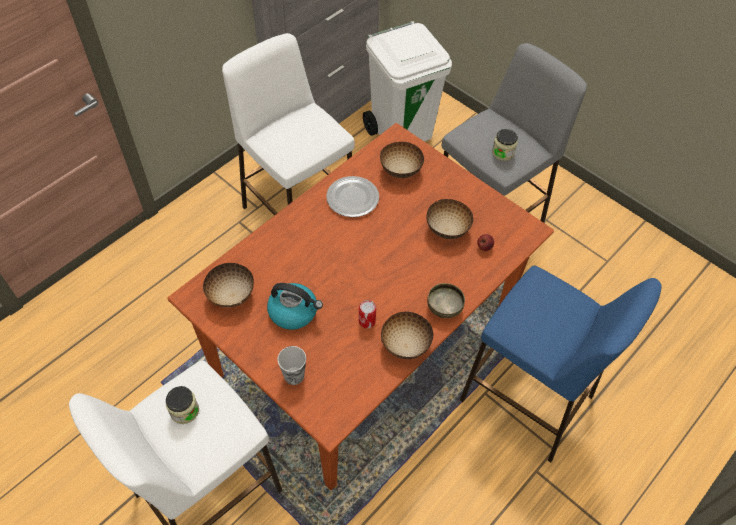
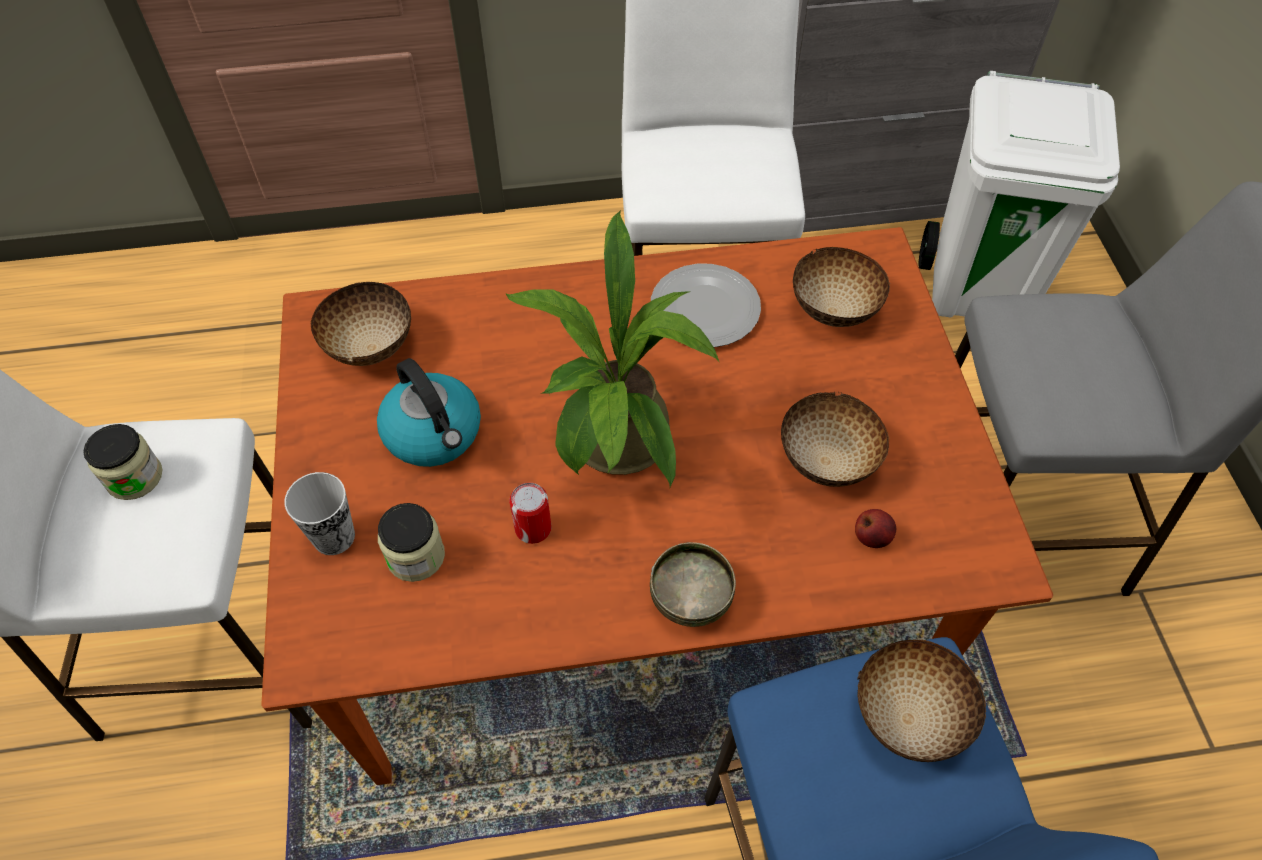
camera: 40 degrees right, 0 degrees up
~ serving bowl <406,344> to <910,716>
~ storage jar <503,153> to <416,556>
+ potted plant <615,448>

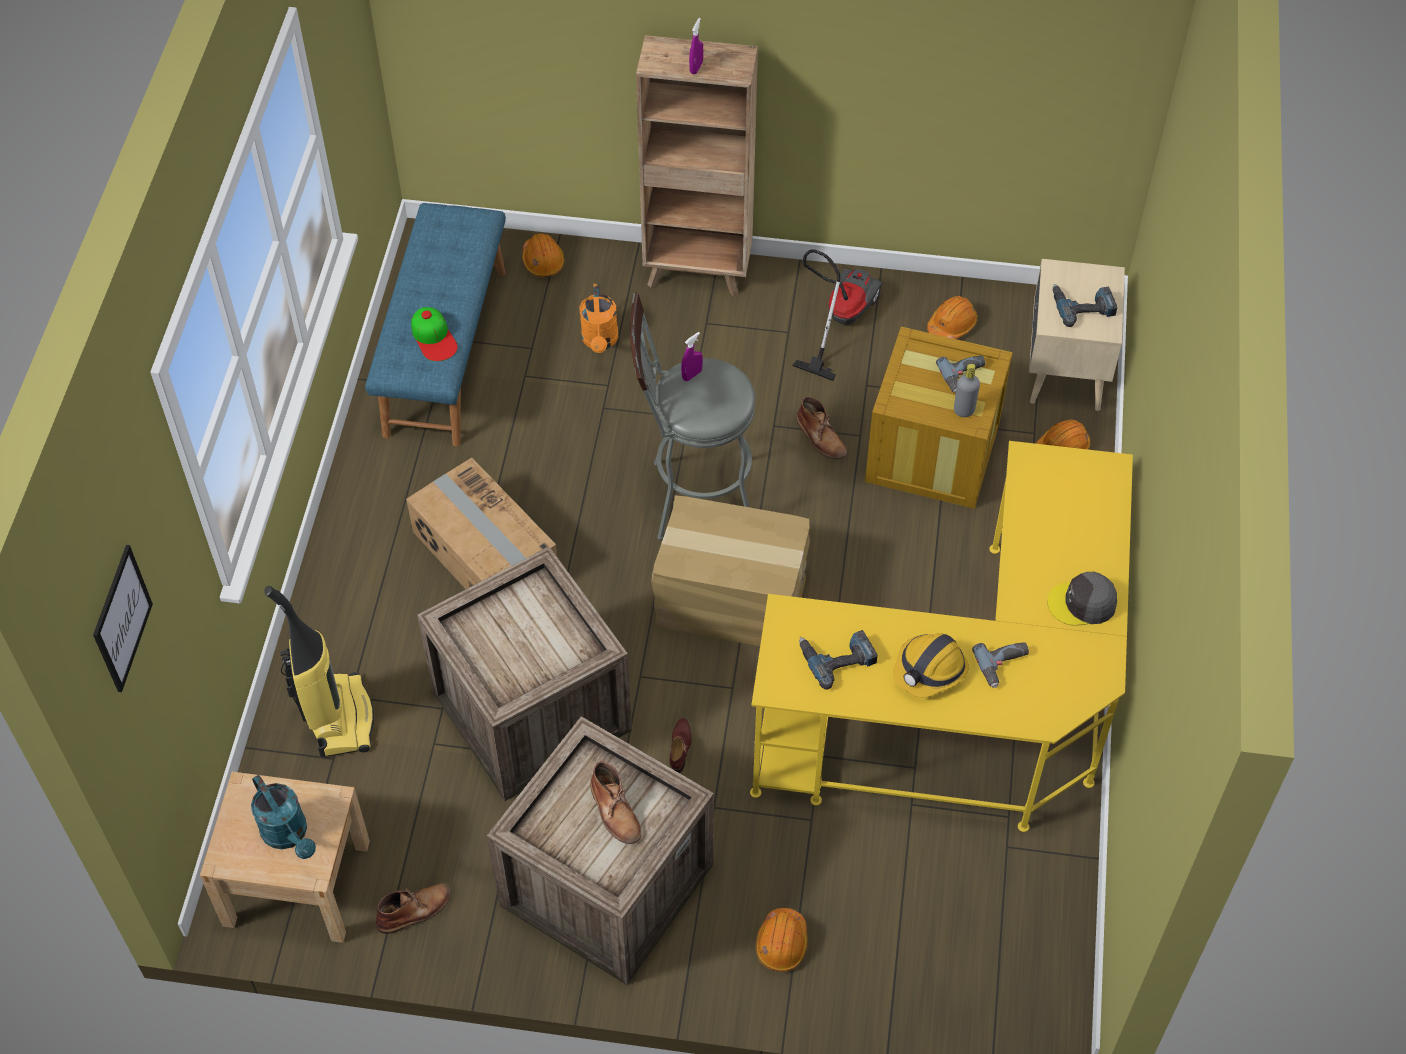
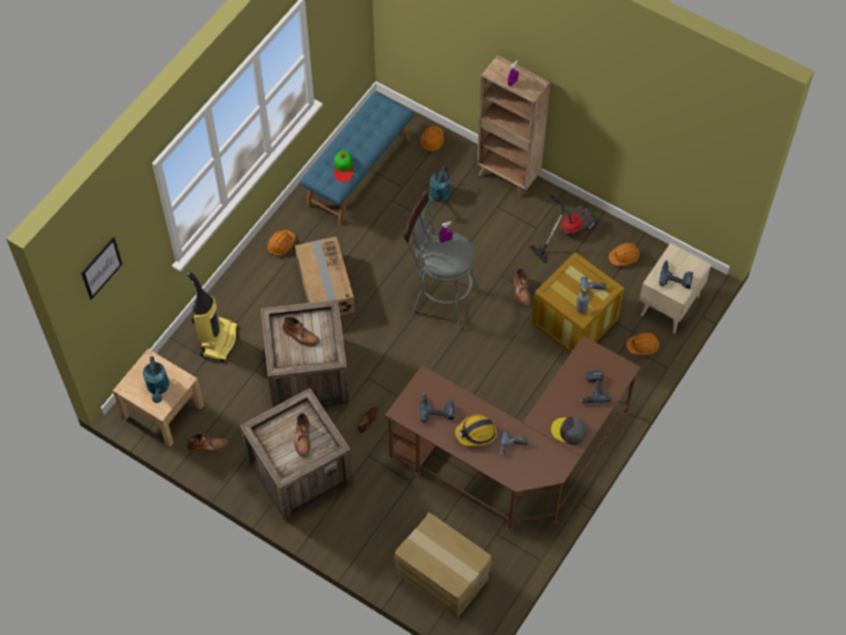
camera: 25 degrees right, 5 degrees up
~ orangey sprinkling can <600,341> to turquoise sprinkling can <438,196>
~ cardboard box <730,600> to <441,575>
~ yellow desk unit <967,709> to brown-coloured desk unit <516,459>
~ orangey work helmet <781,943> to <281,245>
+ brown-coloured high-top boot <301,336>
+ power drill <592,389>

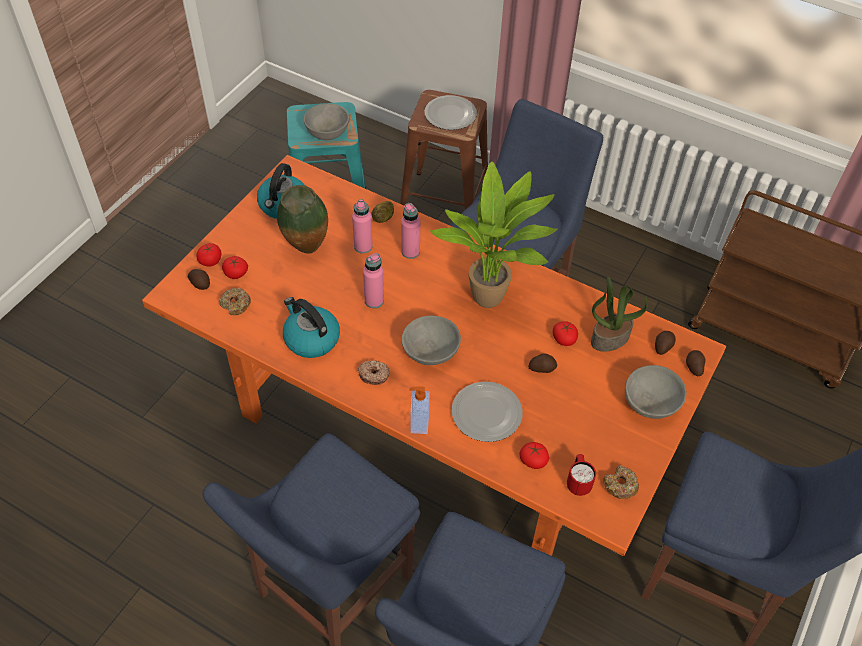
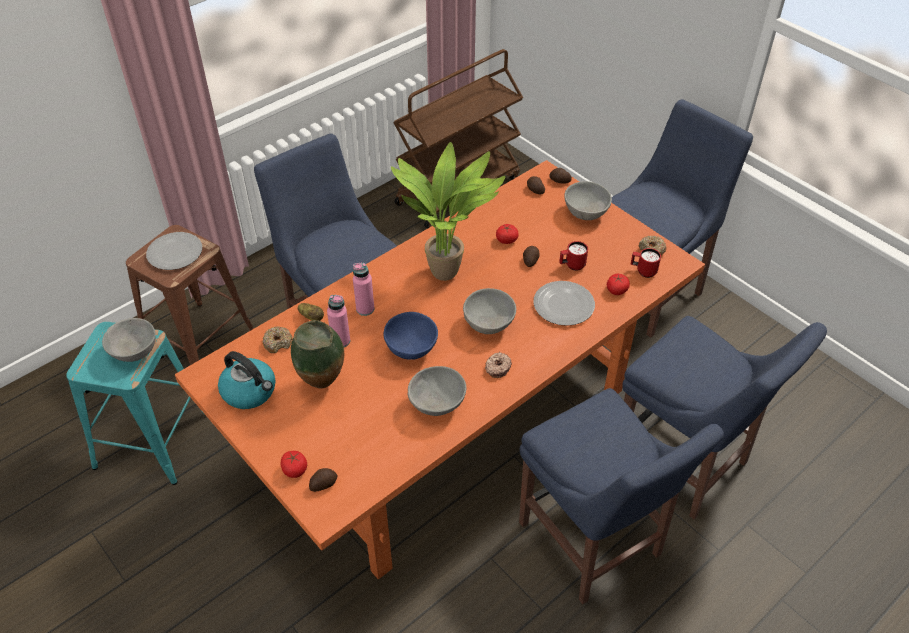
camera: 70 degrees left, 5 degrees down
~ ring doughnut <236,305> to <278,343>
- whole tomato <236,273>
~ tea kettle <311,339> to gray serving bowl <437,405>
~ pinkish beverage bottle <374,301> to blue serving bowl <412,348>
- liquid soap bottle <418,423>
- potted plant <610,338>
+ red mug <572,265>

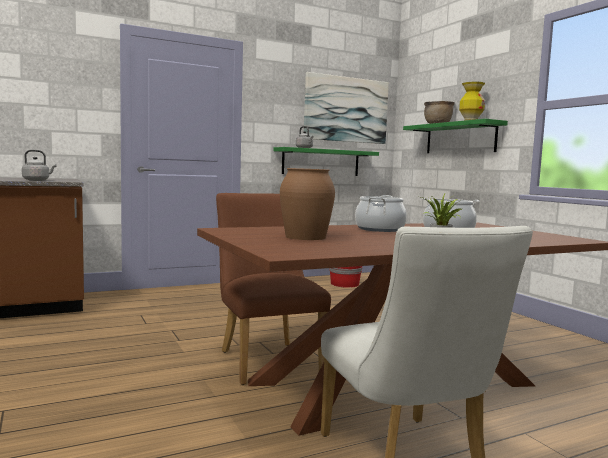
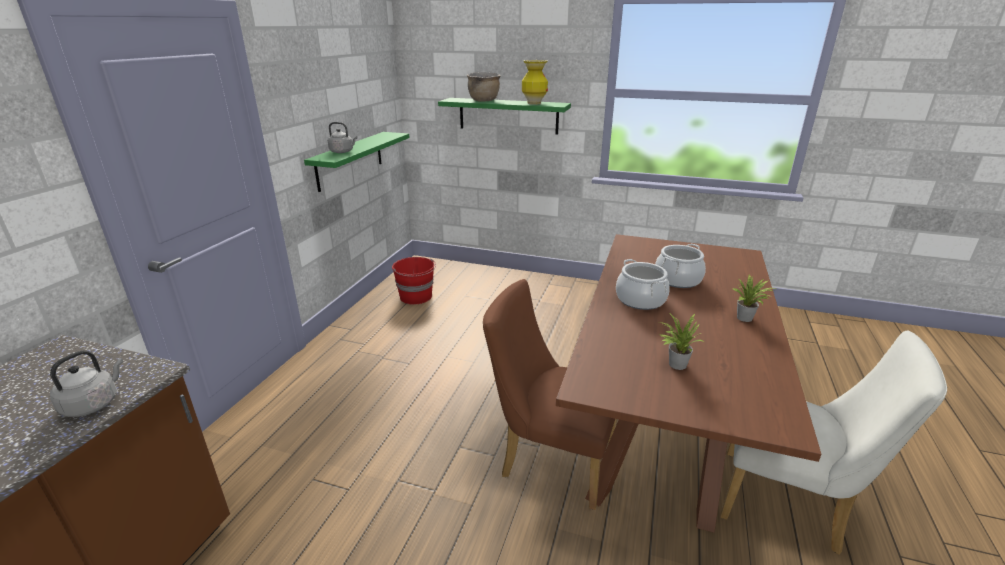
camera: 45 degrees left, 20 degrees up
~ brown-coloured vase <305,237> to potted plant <675,364>
- picture <346,109>

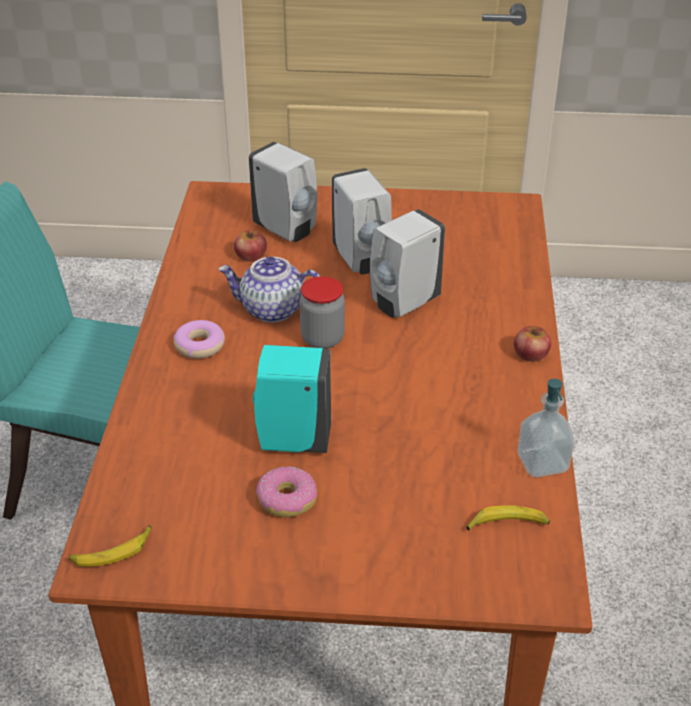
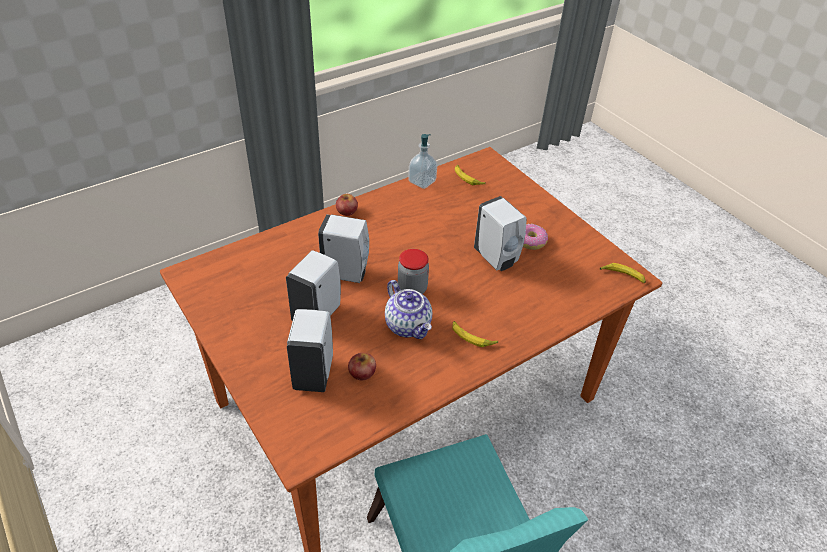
camera: 130 degrees left, 5 degrees up
~ ring doughnut <199,345> to banana <472,337>
~ turquoise liquid soap bottle <292,440> to white liquid soap bottle <497,259>

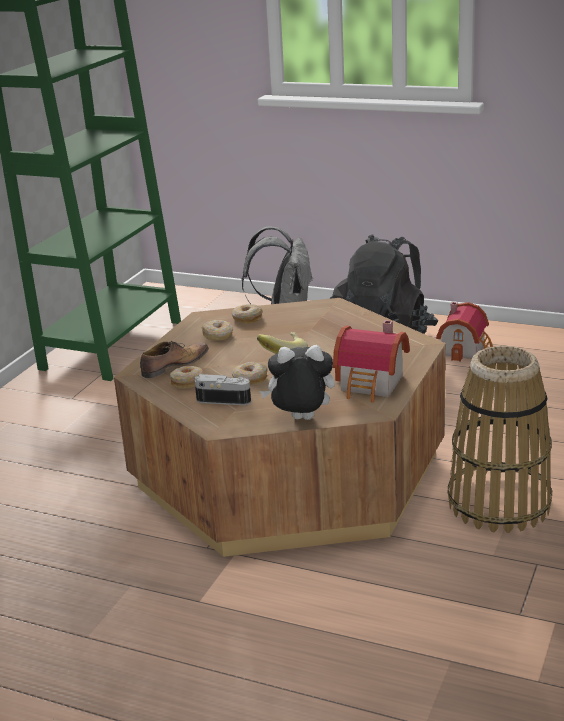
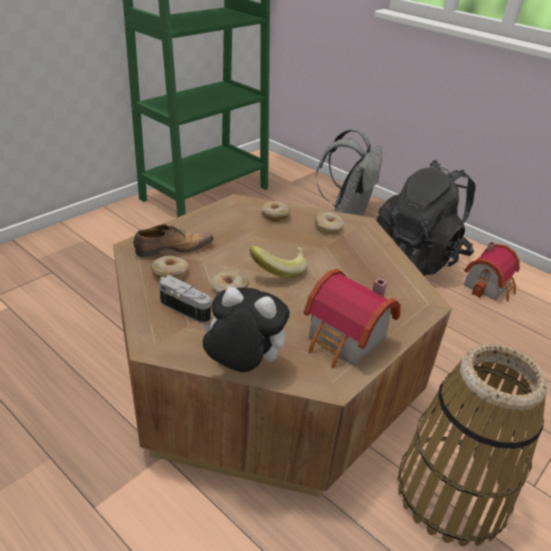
camera: 15 degrees right, 10 degrees up
~ ring doughnut <218,335> to <328,227>

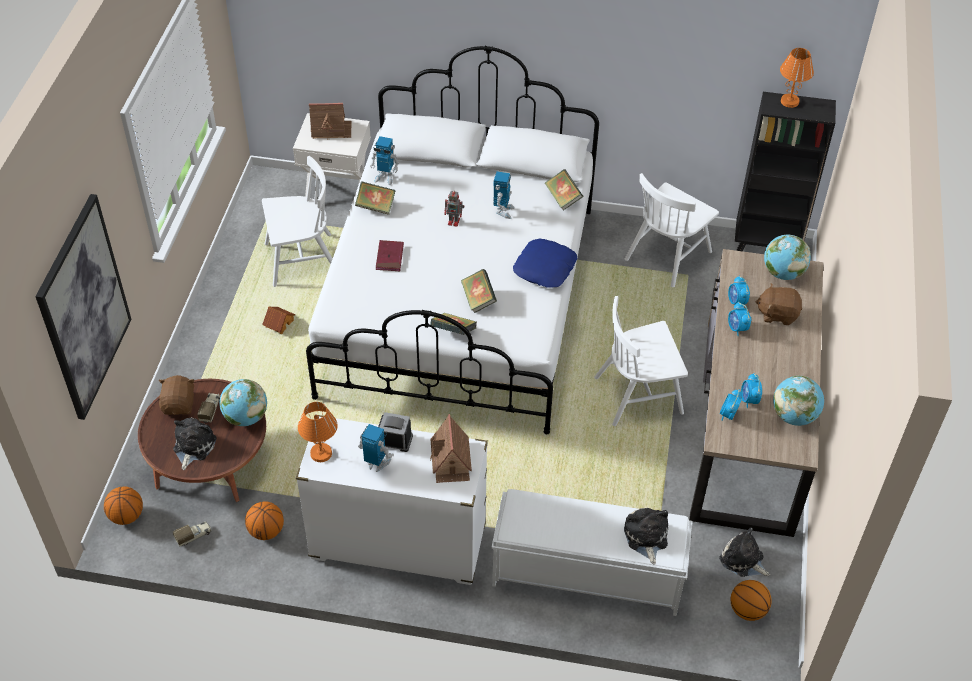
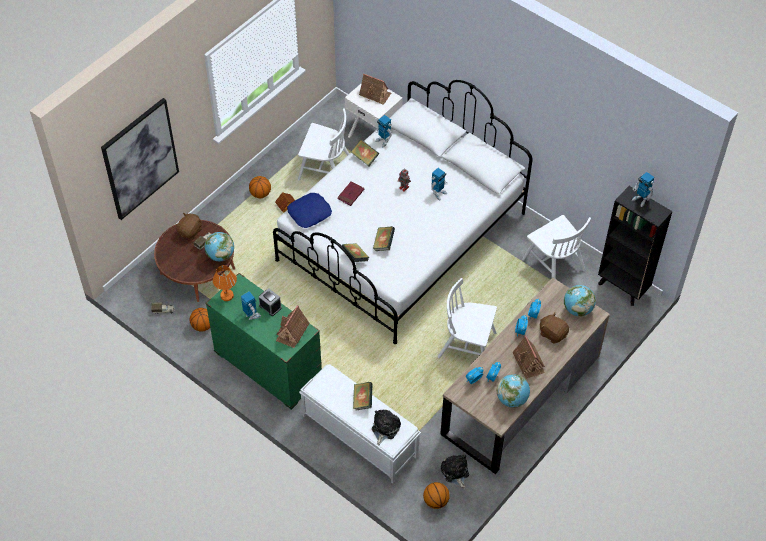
camera: 30 degrees right, 5 degrees up
~ basketball <126,516> to <260,194>
- cuddly toy <193,446>
~ white chest of drawers <398,543> to greenish chest of drawers <268,367>
~ blue pillow <545,268> to <309,213>
~ bound book <563,198> to <362,400>
~ white chair <668,255> = <553,264> 105 degrees counterclockwise
~ orangey table lamp <790,101> to model robot <640,199>
+ miniature house <529,362>

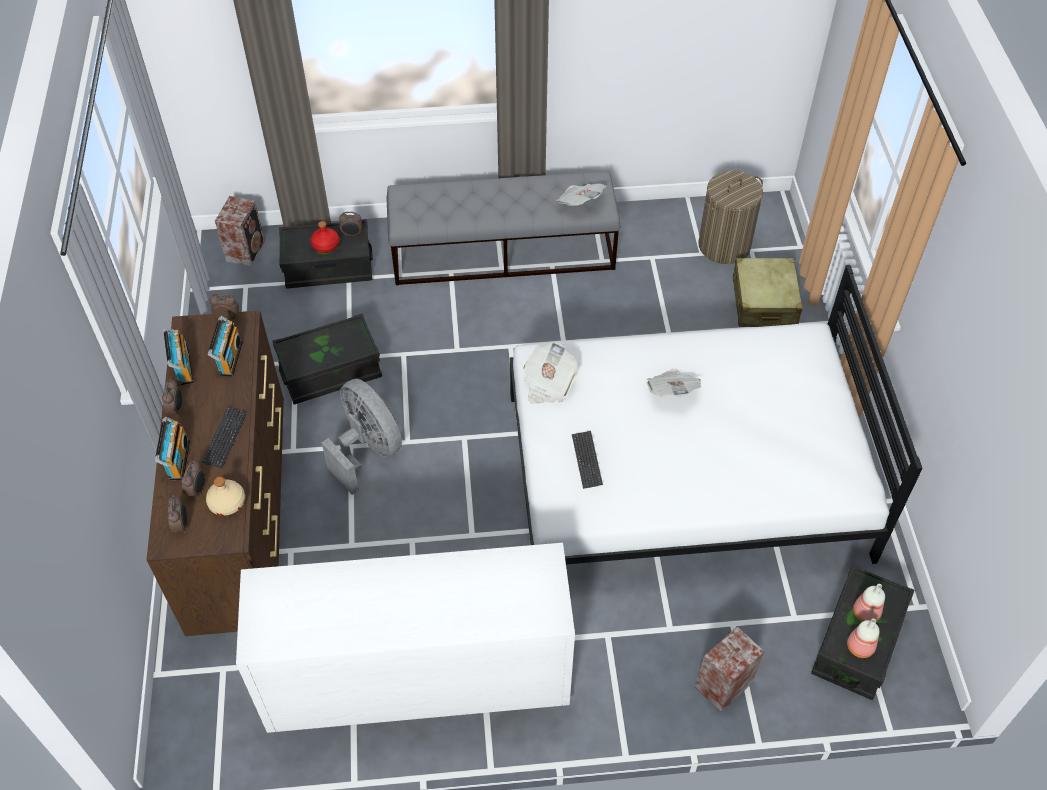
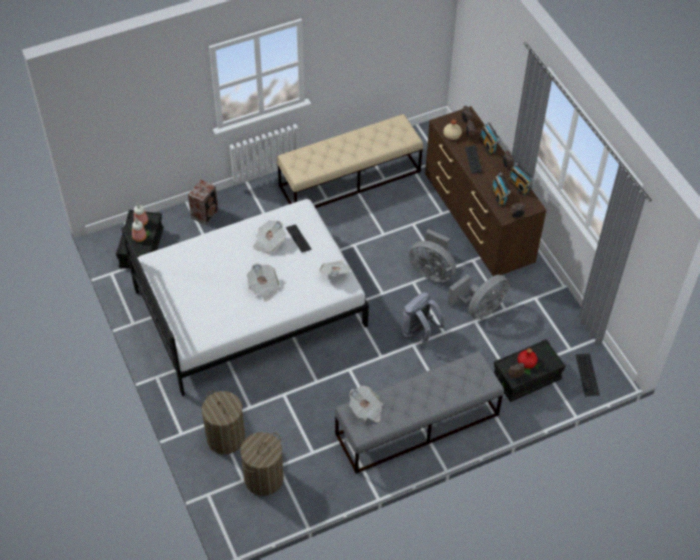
camera: 160 degrees right, 0 degrees up
~ audio speaker <246,250> to PC keyboard <588,375>
~ white chest of drawers <416,679> to beige-coloured indoor bench <350,178>
~ black-coloured storage box <330,372> to gray electric fan <480,309>
~ beige-coloured suitcase <764,302> to washing basket <225,437>
+ daily paper <269,243>
+ gray knapsack <419,333>

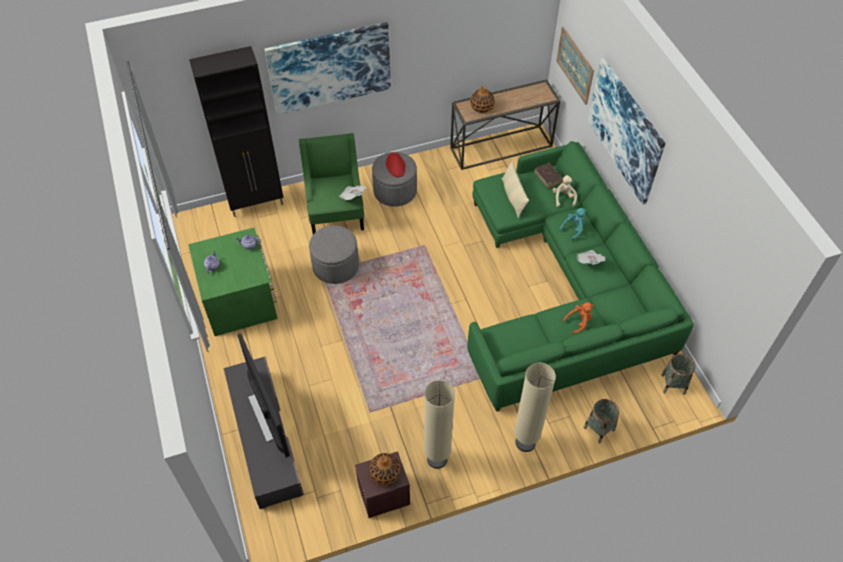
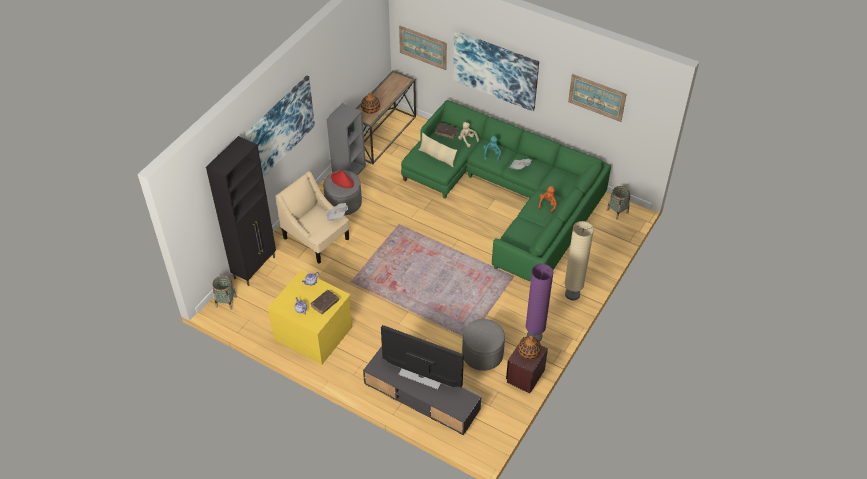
camera: 40 degrees left, 5 degrees down
~ greenish chest of drawers <240,300> to yellow chest of drawers <314,332>
~ greenish armchair <335,210> to beige-coloured armchair <316,238>
~ gray footrest <335,266> to <482,354>
~ beige-coloured standing lamp <437,459> to purplish standing lamp <534,336>
~ storage basket <599,429> to <226,301>
+ brown-coloured bound book <325,304>
+ gray shelving unit <349,170>
+ picture <597,97>

